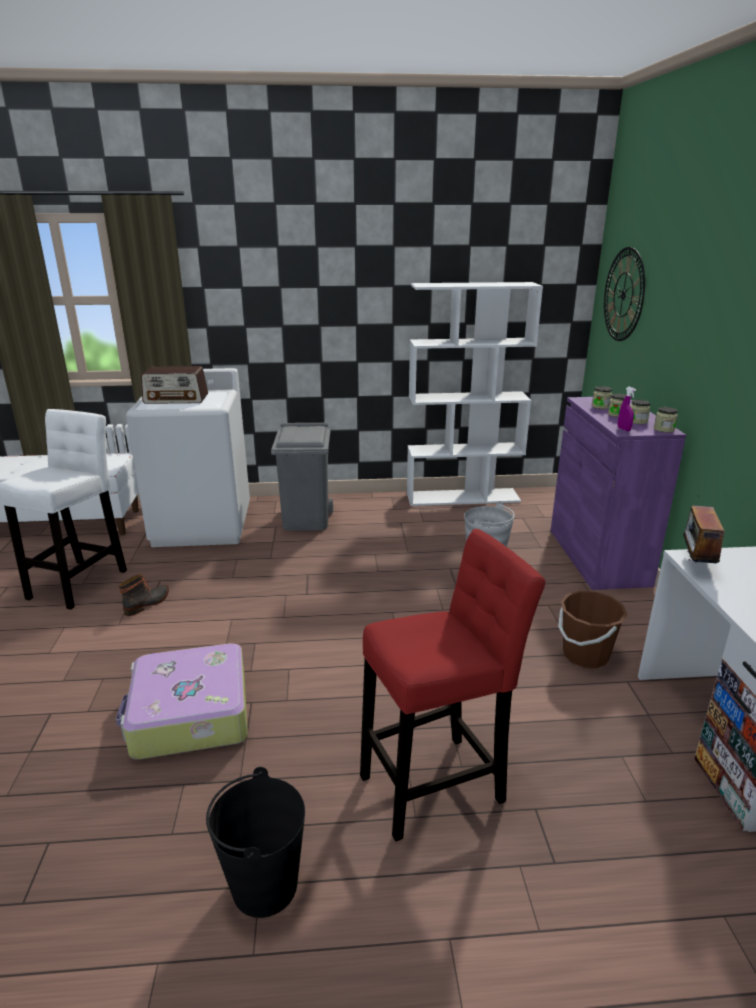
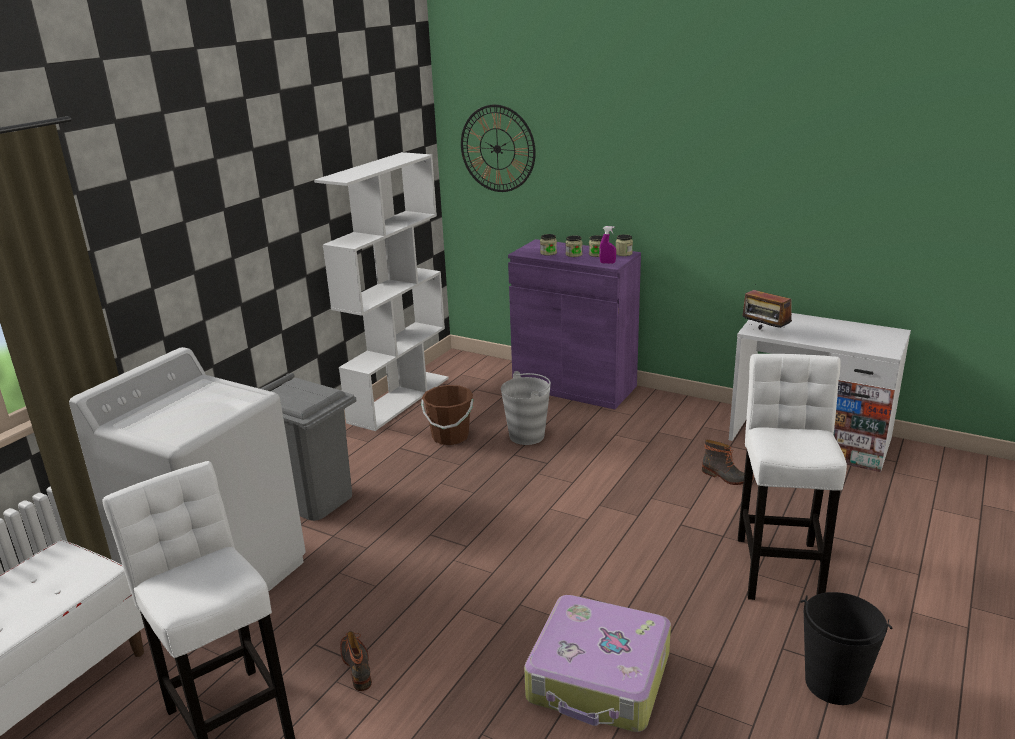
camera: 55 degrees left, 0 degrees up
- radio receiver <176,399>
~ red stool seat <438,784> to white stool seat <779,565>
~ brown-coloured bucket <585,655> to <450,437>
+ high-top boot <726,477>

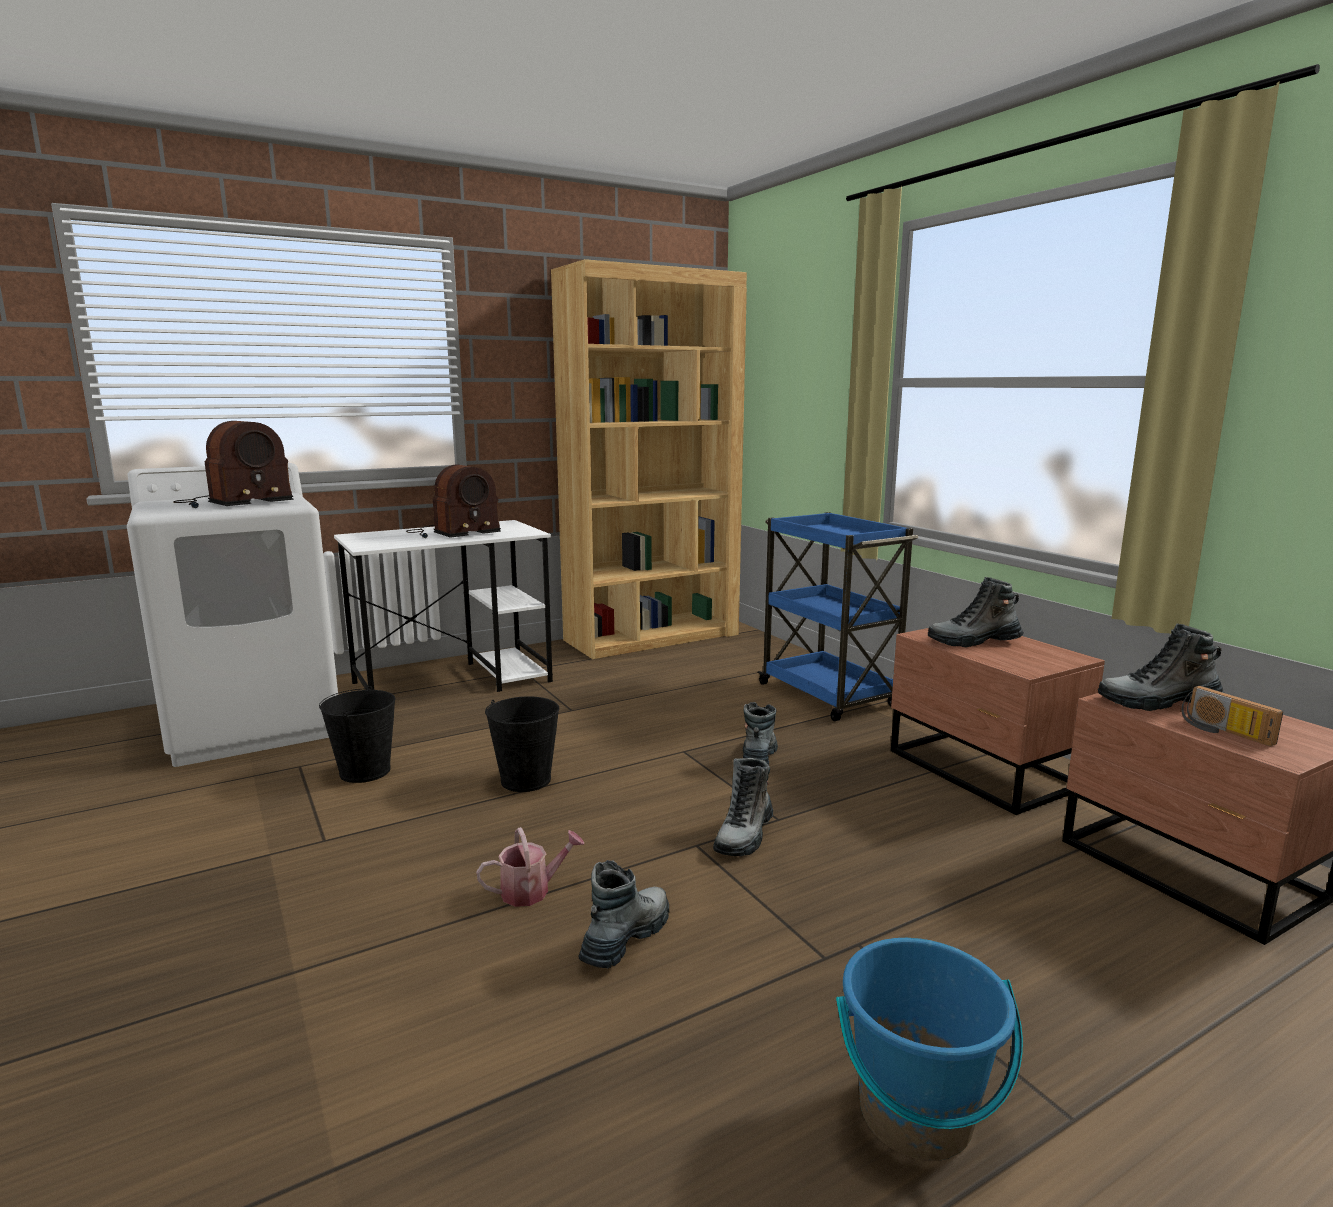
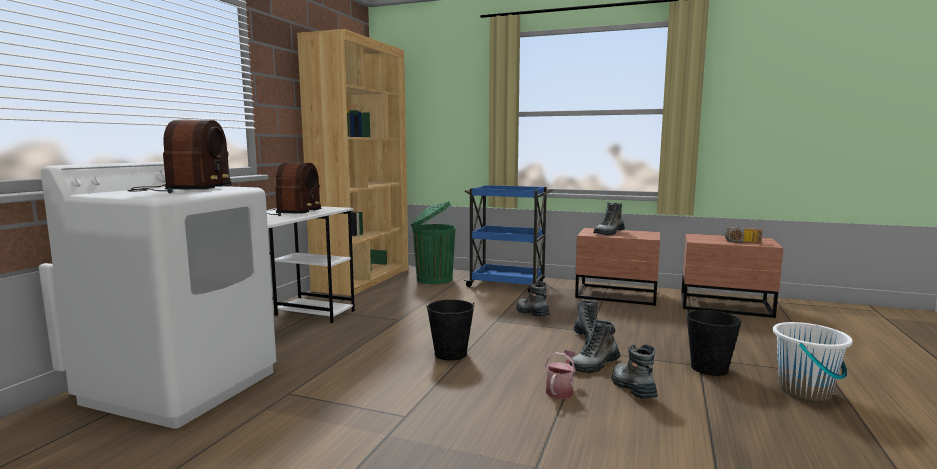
camera: 40 degrees left, 5 degrees down
~ black-coloured bucket <365,771> to <709,368>
~ blue bucket <916,1115> to white bucket <805,391>
~ high-top boot <1158,703> to <594,365>
+ greenish trash can <433,279>

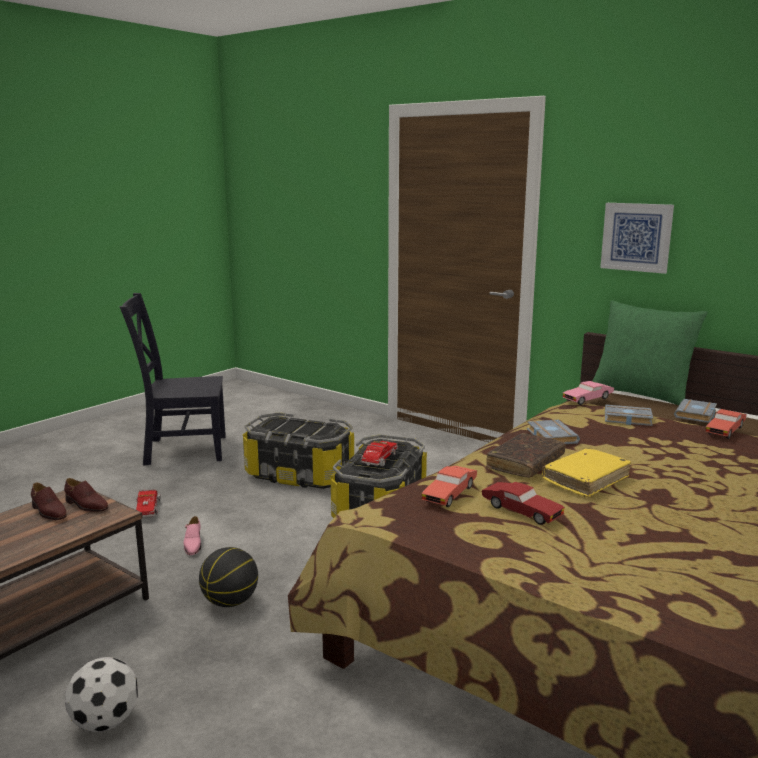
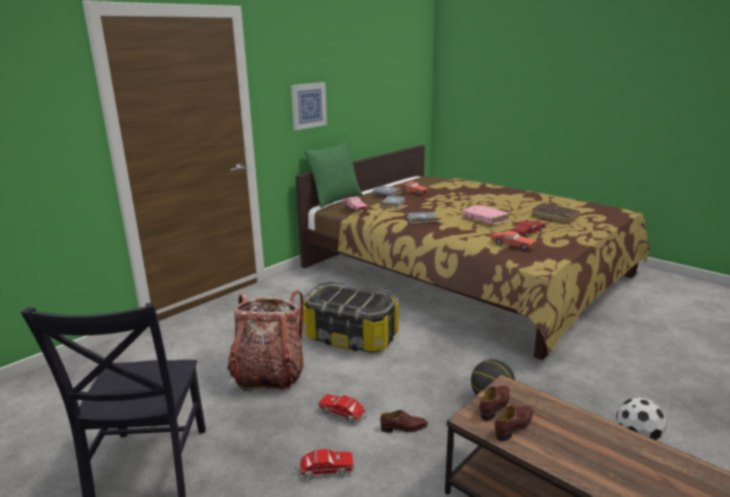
camera: 85 degrees left, 5 degrees up
~ pinkish item of footwear <193,544> to brown-coloured item of footwear <404,428>
~ storage box <300,475> to knapsack <269,375>
~ toy truck <378,461> to <344,414>
~ brown-coloured bound book <525,463> to <554,217>
~ yellow bound book <585,480> to pinkish bound book <485,219>

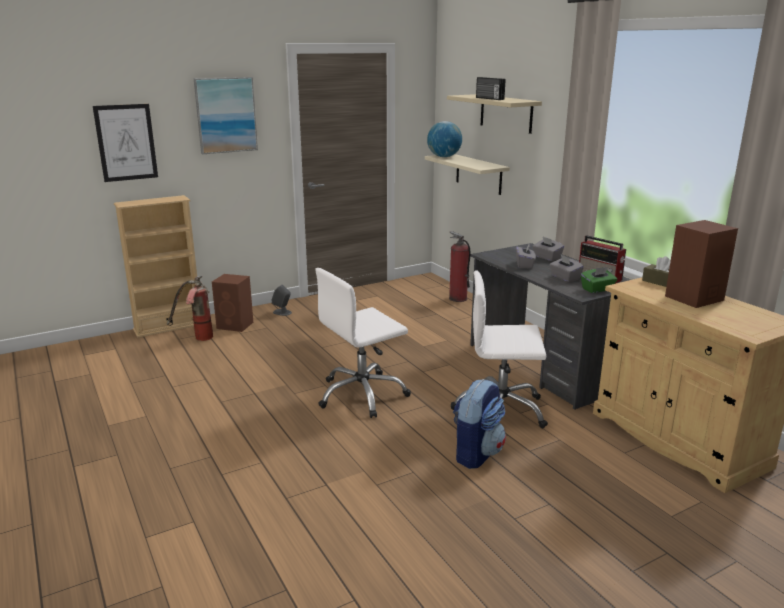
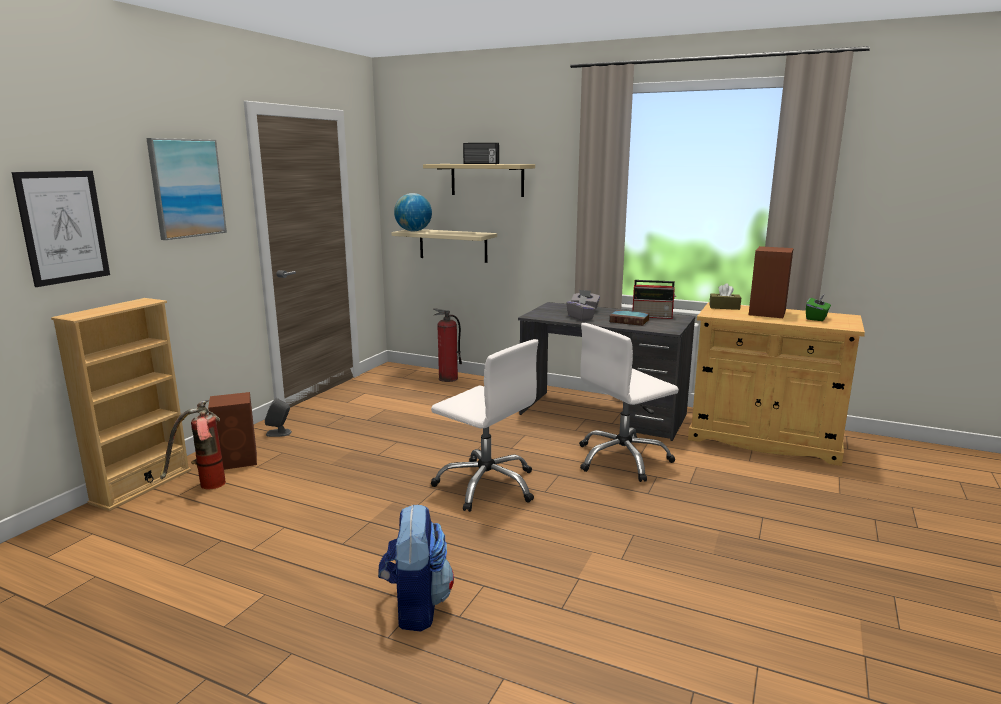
camera: 35 degrees left, 5 degrees down
~ white office chair <362,394> = <487,485> 75 degrees counterclockwise
~ knapsack <476,453> to <416,606>
~ gray box of tissues <565,278> to bound book <630,321>
~ greenish box of tissues <597,289> to <816,318>

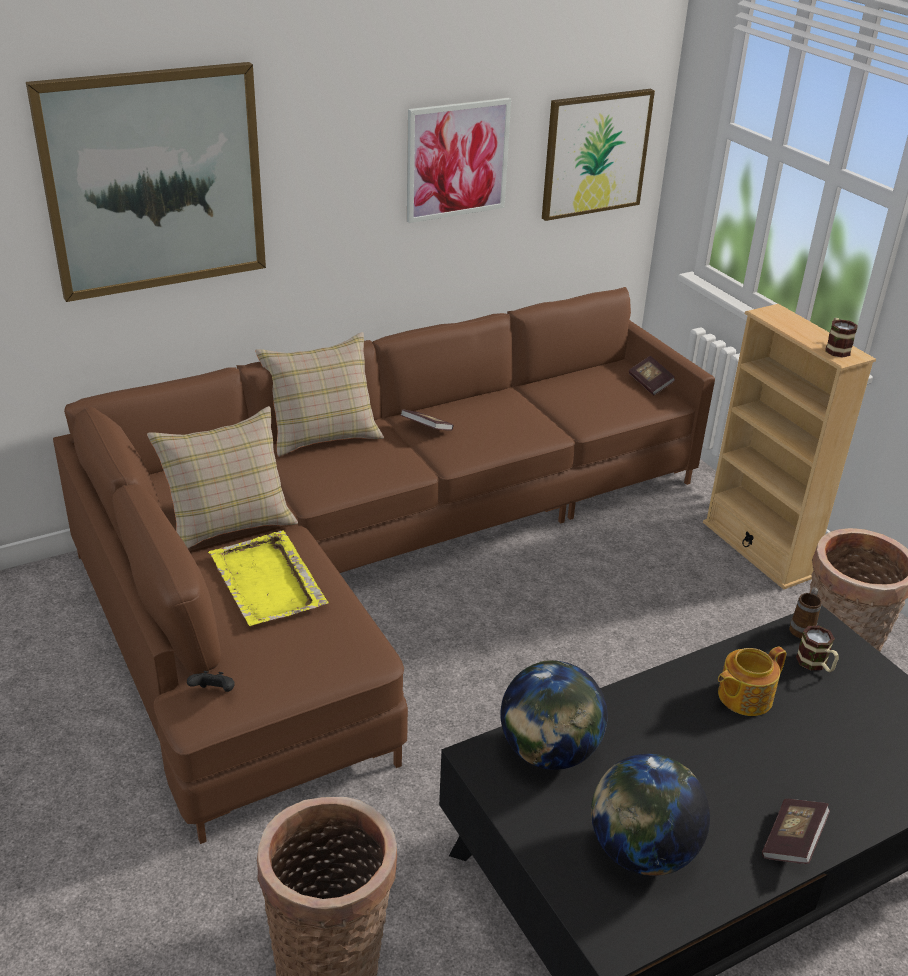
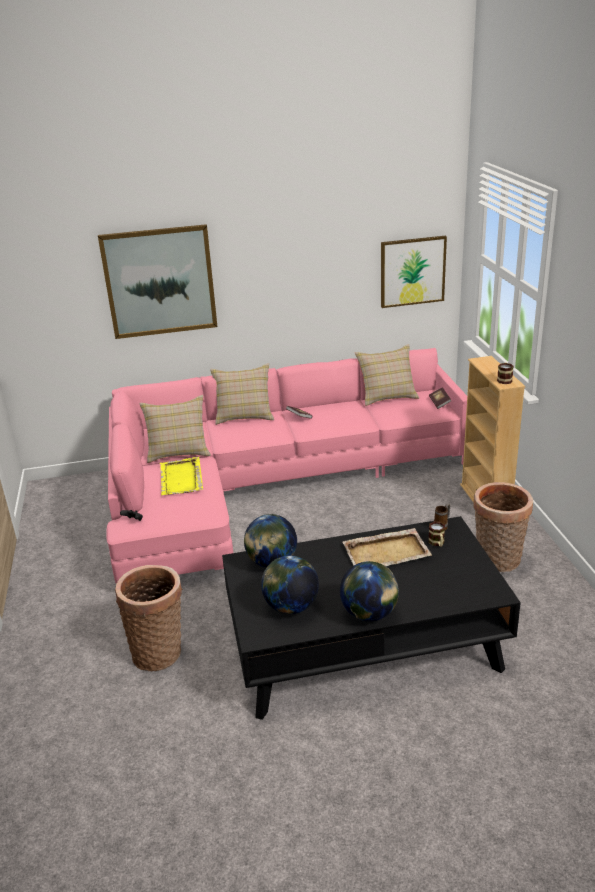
camera: 20 degrees right, 5 degrees down
~ brown-coloured couch <373,562> to pinkish couch <264,487>
- picture <457,159>
~ tea pot <743,696> to beige-coloured serving tray <387,552>
~ bound book <792,841> to globe <369,614>
+ beige-coloured pillow <387,396>

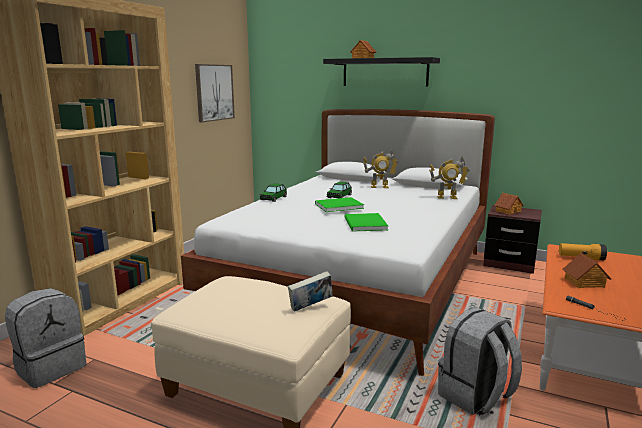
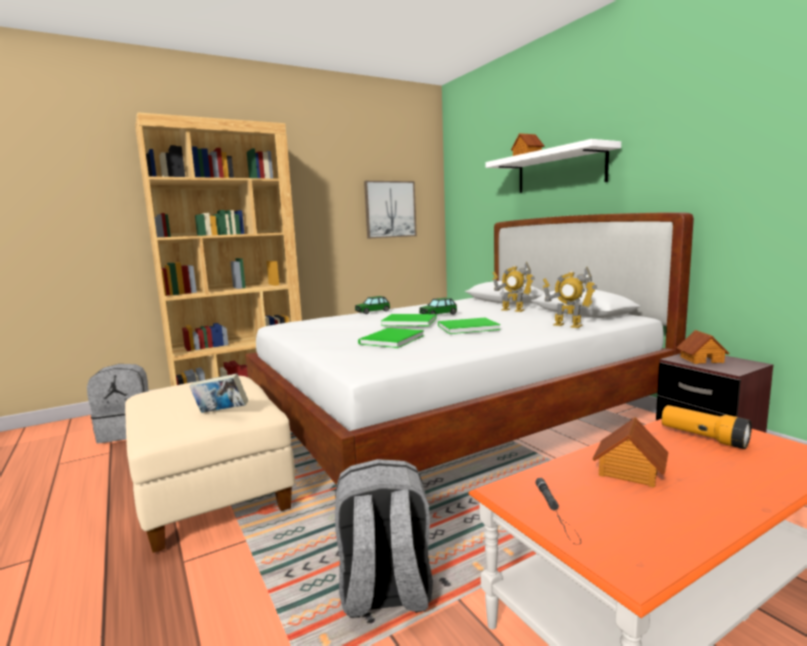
camera: 35 degrees right, 5 degrees down
~ black-coloured wall shelf <385,72> to white wall shelf <560,170>
+ greenish bound book <466,327>

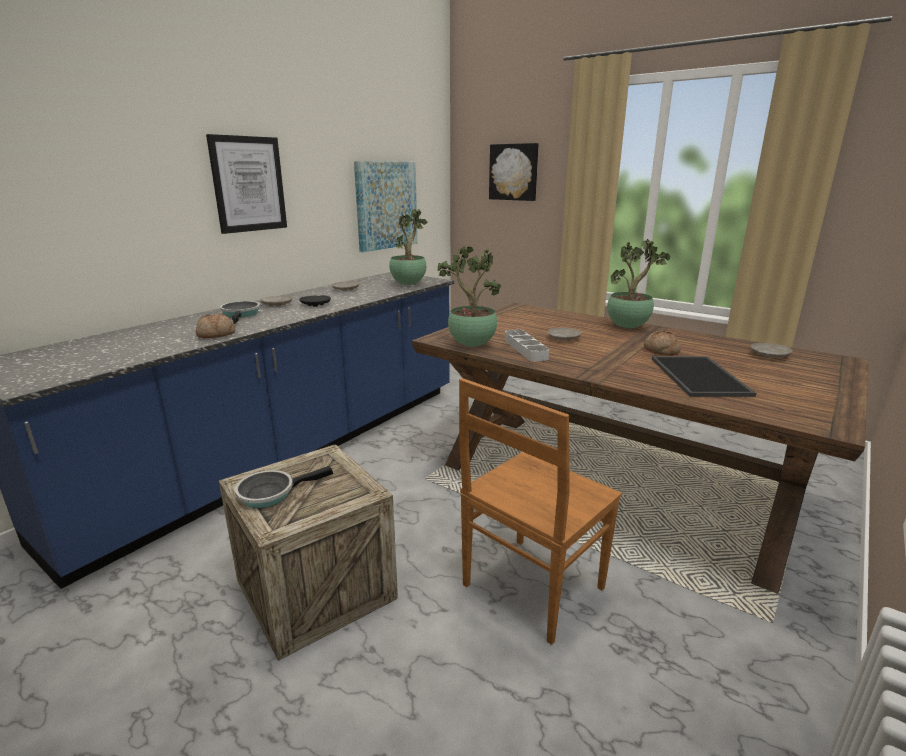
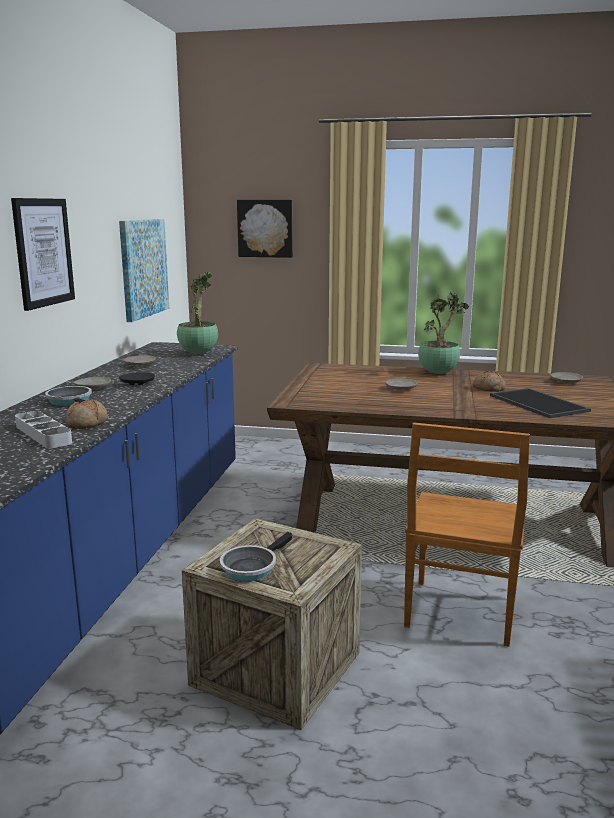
camera: 25 degrees left, 5 degrees down
- potted plant <470,345>
~ gray serving tray <525,349> to <43,434>

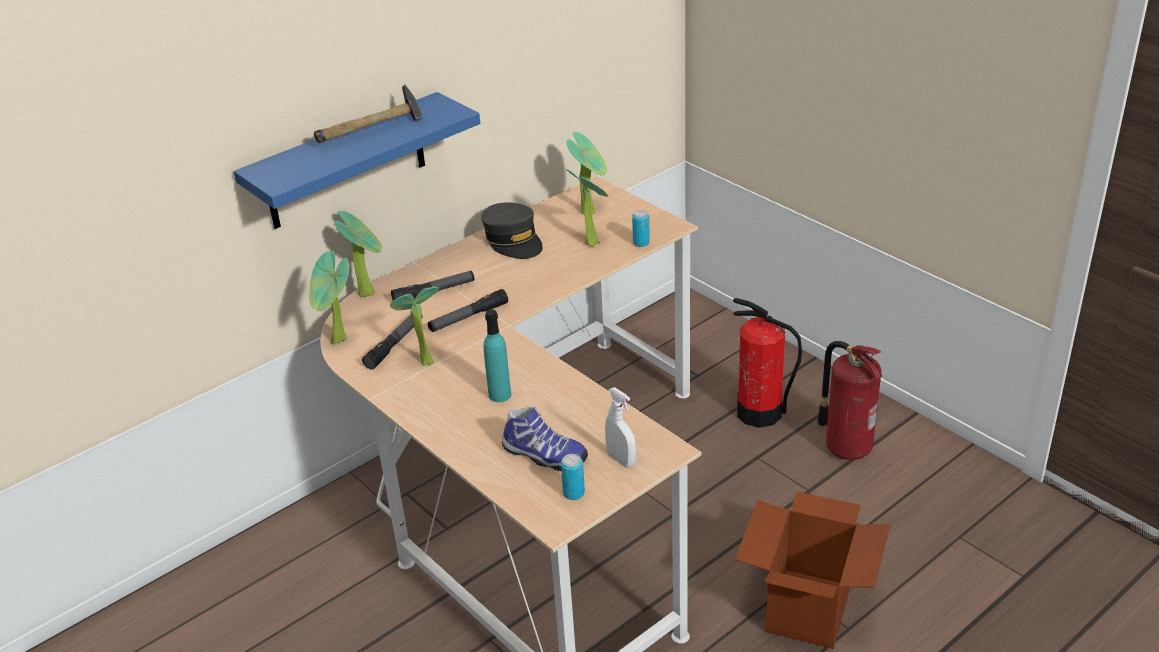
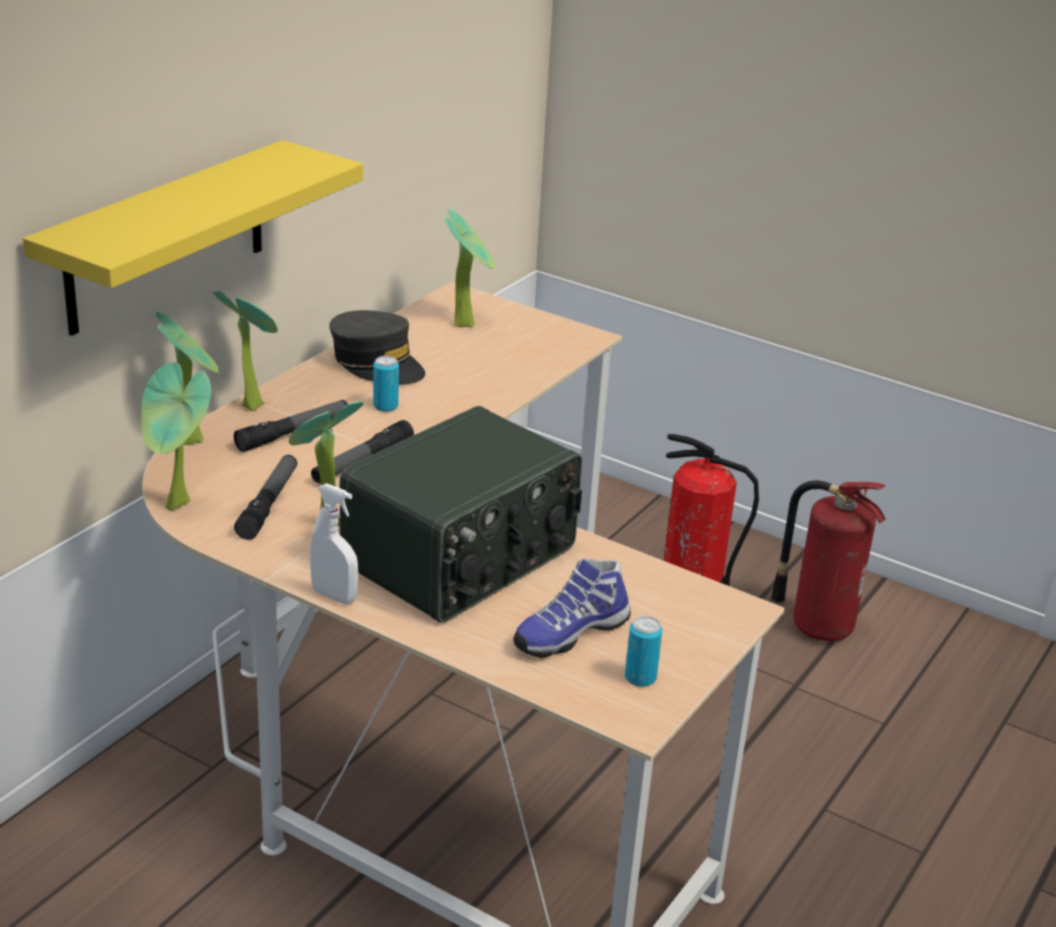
camera: 20 degrees left, 5 degrees down
~ blue wall shelf <346,162> to yellow wall shelf <166,237>
- hand hammer <372,132>
~ turquoise beverage bottle <500,395> to radio receiver <462,559>
~ item of footwear <543,456> = <569,633> 135 degrees clockwise
~ potted plant <592,242> to <252,404>
~ white hand sprayer <621,460> to <334,596>
~ metal can <641,243> to <385,406>
- cardboard box <808,608>

